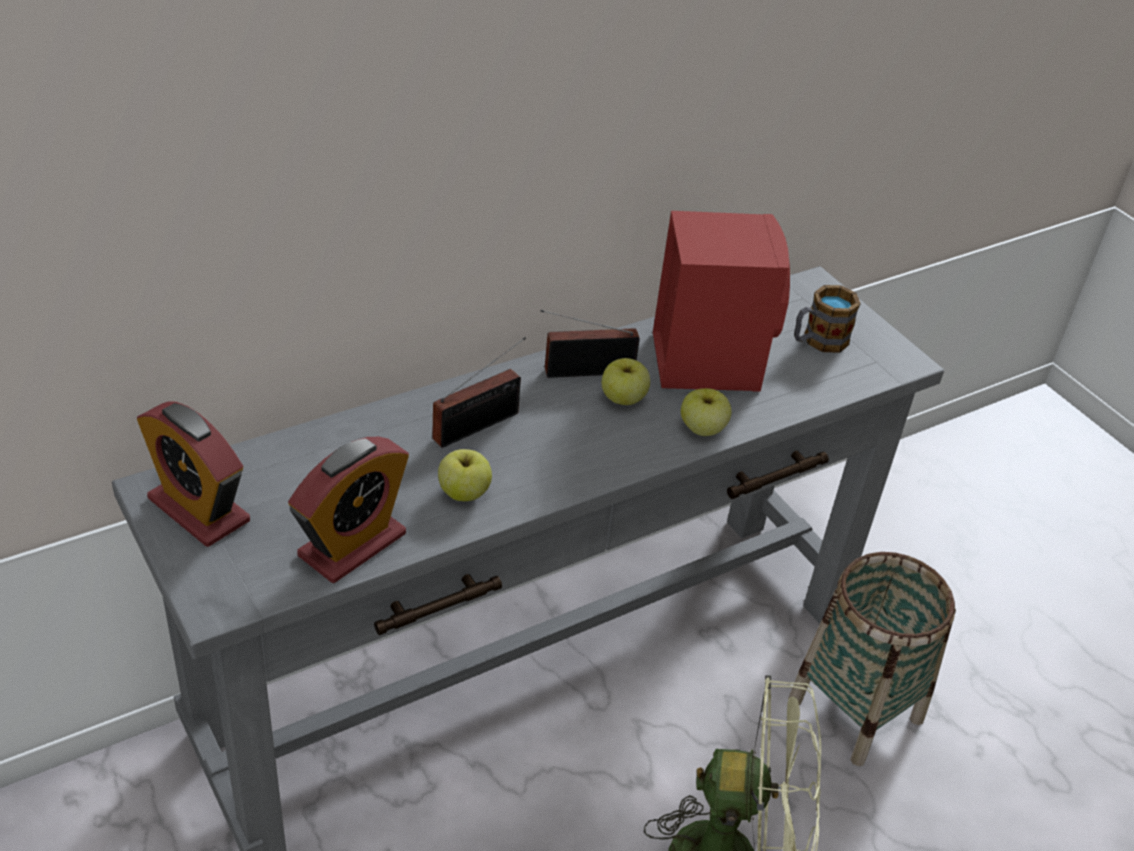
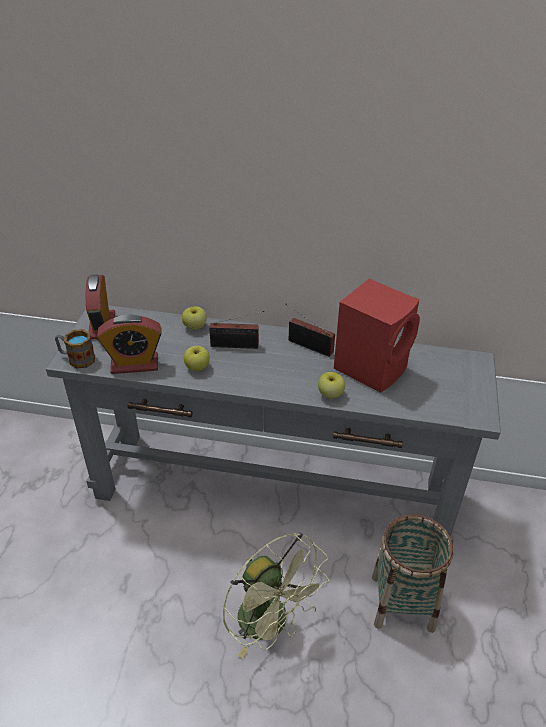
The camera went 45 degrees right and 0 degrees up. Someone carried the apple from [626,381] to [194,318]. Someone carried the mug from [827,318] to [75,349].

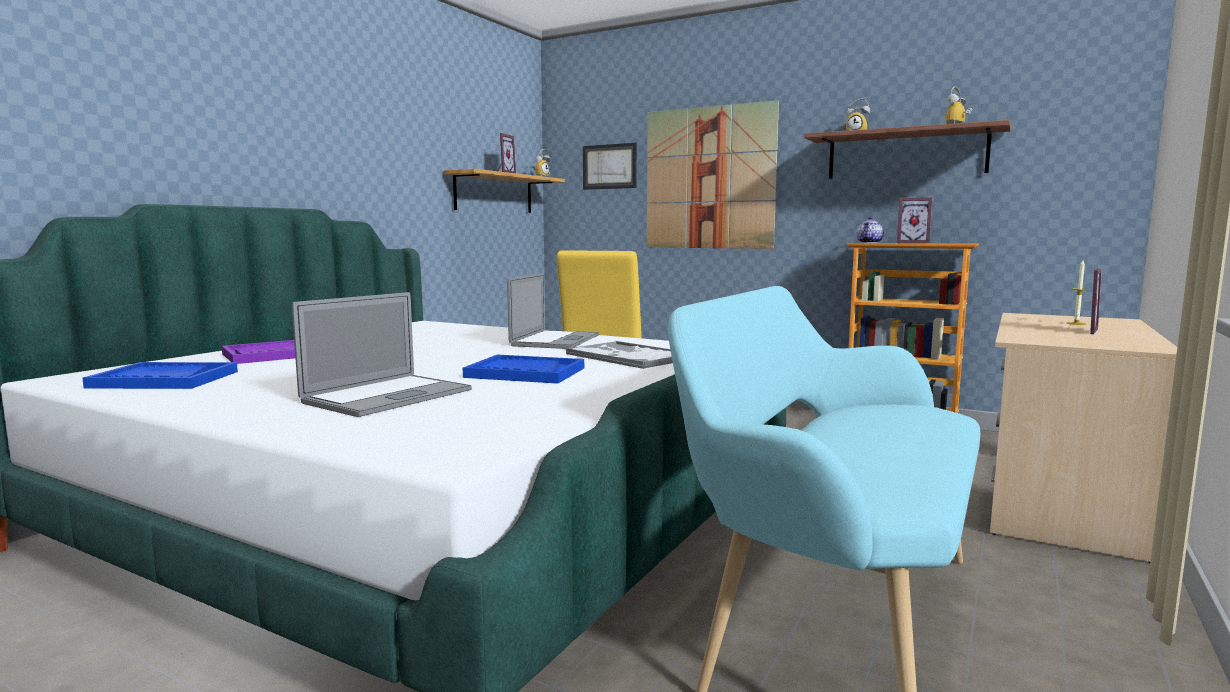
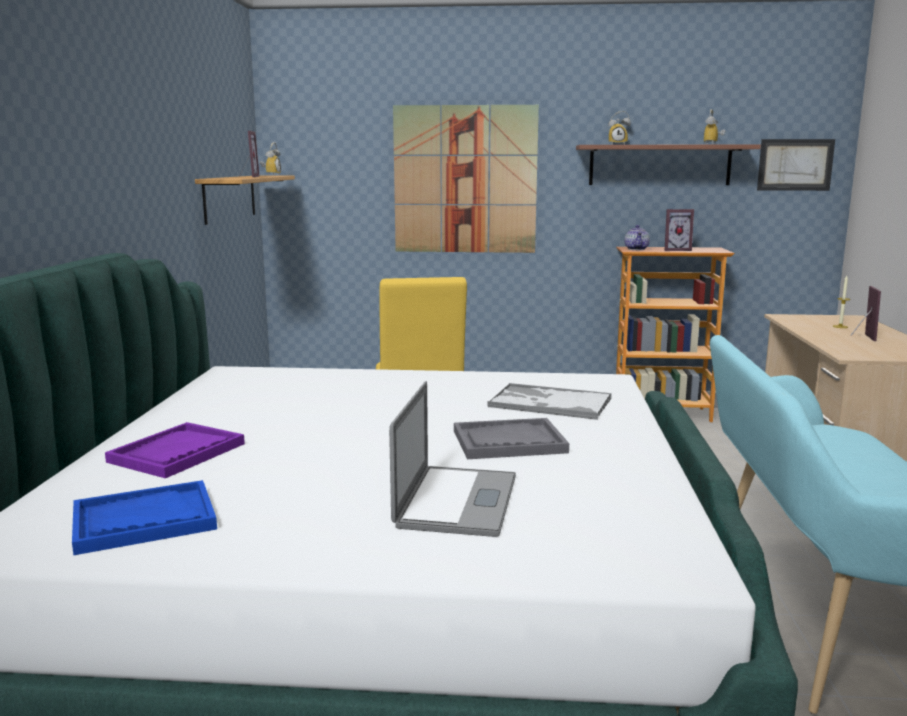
The camera went 25 degrees left and 5 degrees up. Someone took away the laptop at [553,311]. Someone carried the picture from [610,166] to [796,165]. Someone repainted the tray in blue at [523,369], which became the tray in grey at [511,438].

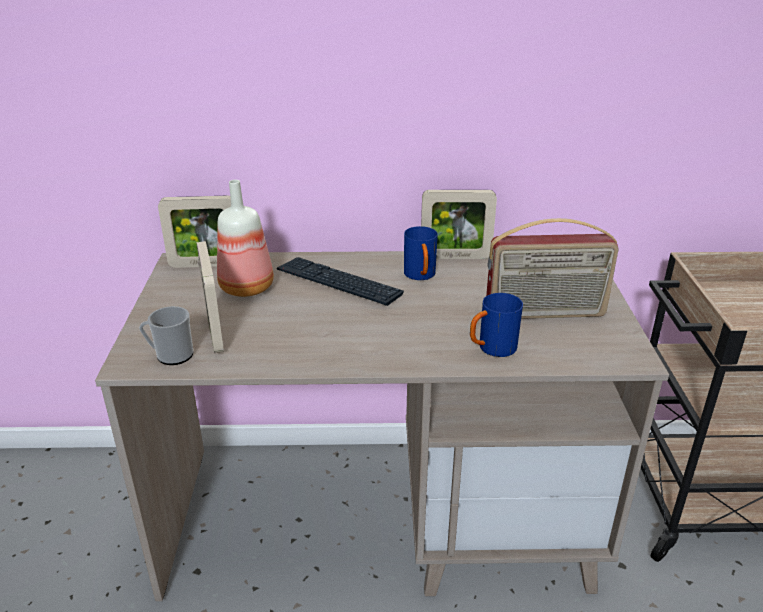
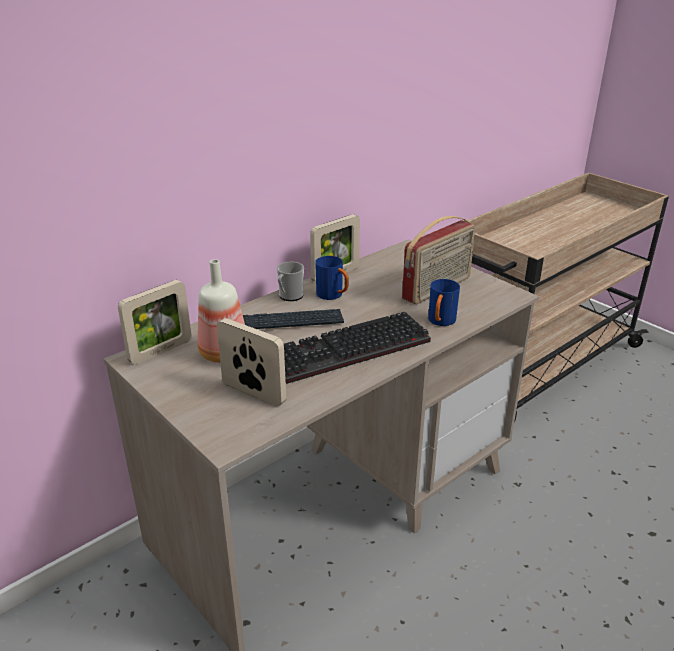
The camera went 40 degrees left and 0 degrees up. Someone put down the keyboard at [357,348]. Someone carried the mug from [166,335] to [290,281].

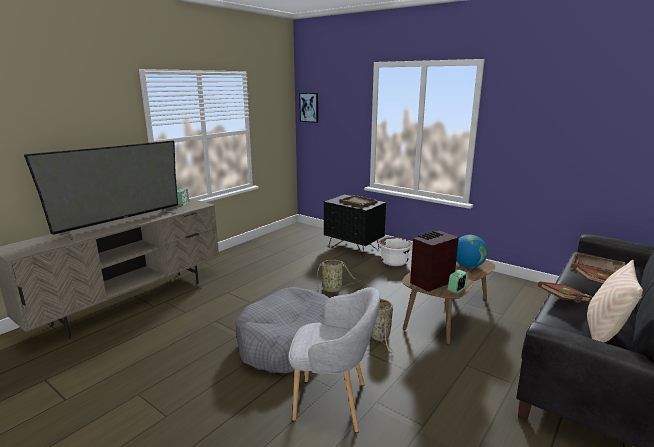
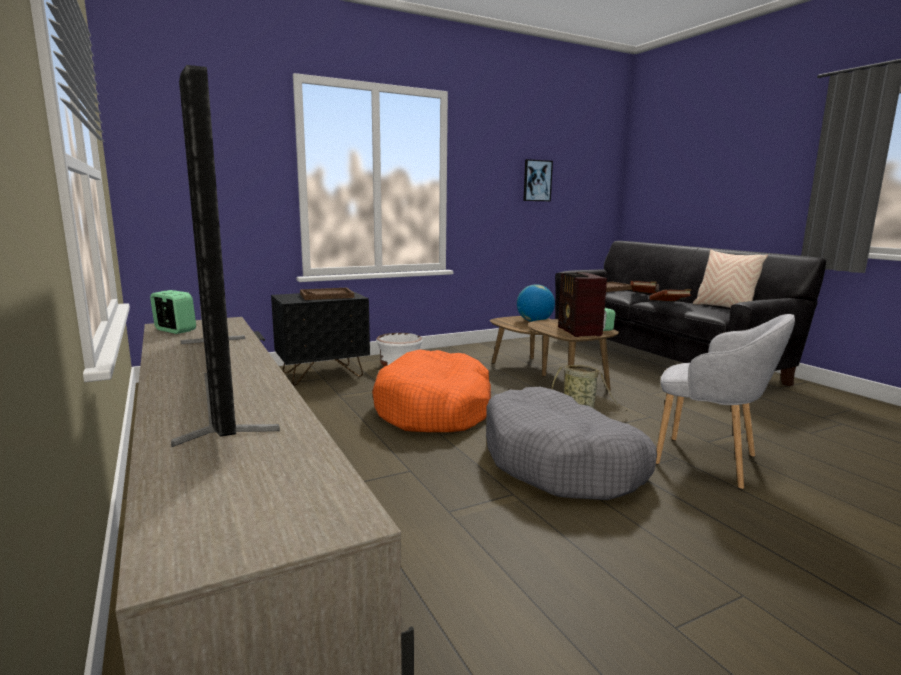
The camera went 65 degrees left and 5 degrees down. Someone carried the picture from [308,108] to [538,180]. Someone swapped the basket at [336,275] for the dog bed in orange at [431,390]. Someone rotated the armchair in grey at [334,360] by 90 degrees clockwise.

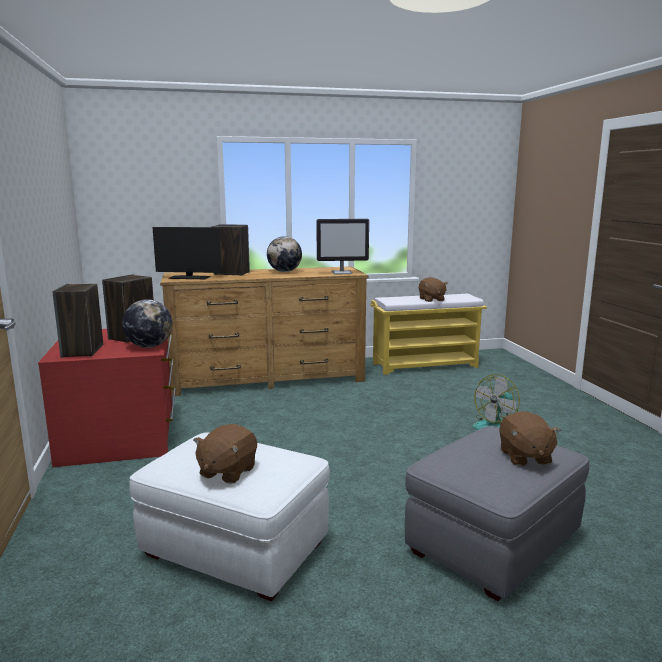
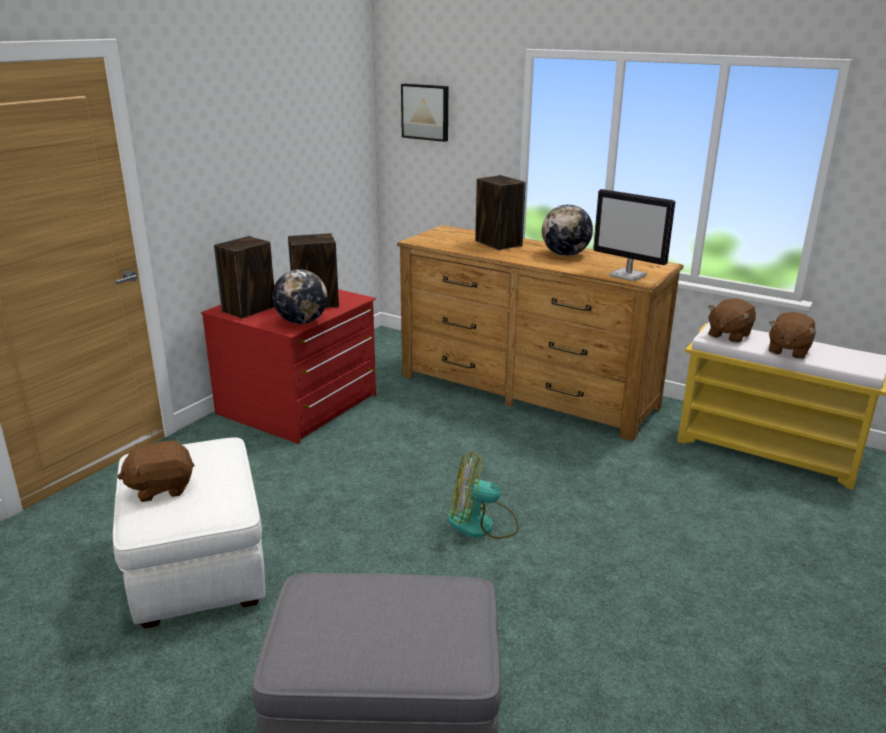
The camera went 45 degrees right and 10 degrees up. Someone took away the monitor at [186,253]. Someone put up the picture at [424,113]. Someone carried the fan from [496,402] to [483,495]. Someone carried the plush toy in brown from [530,438] to [732,320].

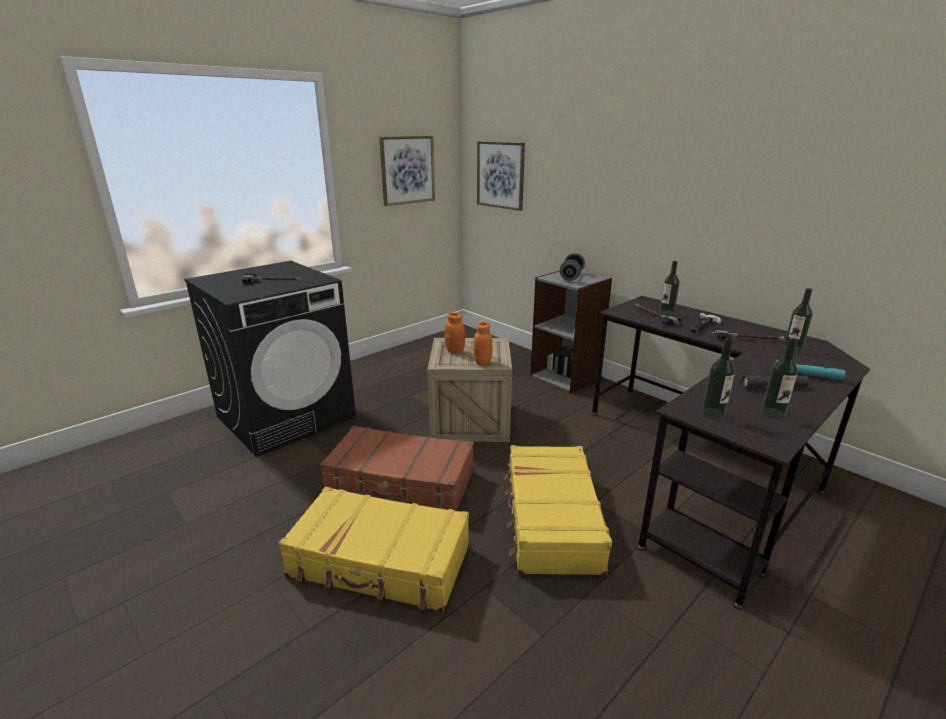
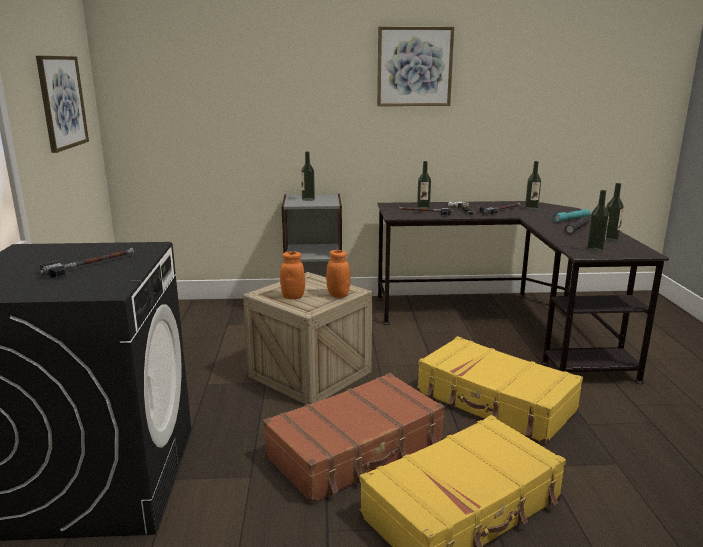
The camera went 50 degrees left and 5 degrees down. Someone carried the picture from [501,176] to [415,66]. Someone swapped the dumbbell in grey at [572,267] for the bottle at [308,176].

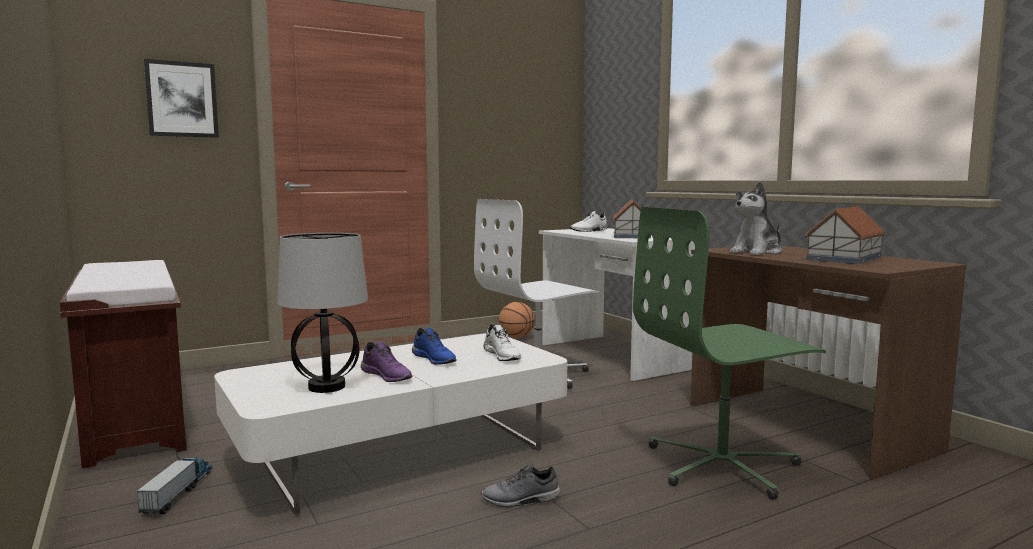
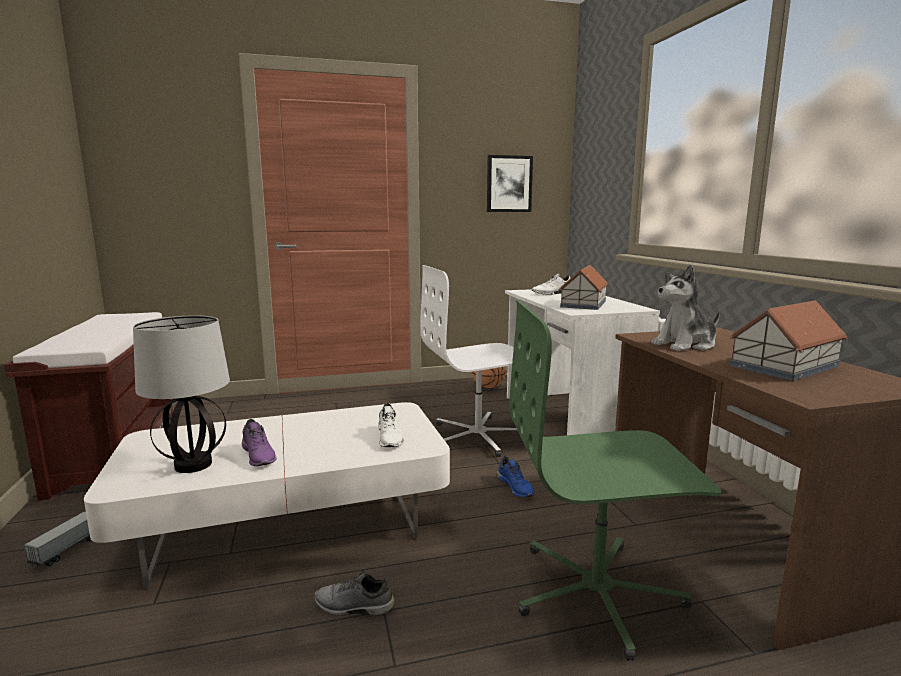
The camera went 15 degrees right and 5 degrees up. Someone carried the picture from [181,98] to [510,183]. Someone carried the shoe in blue from [434,346] to [515,476].

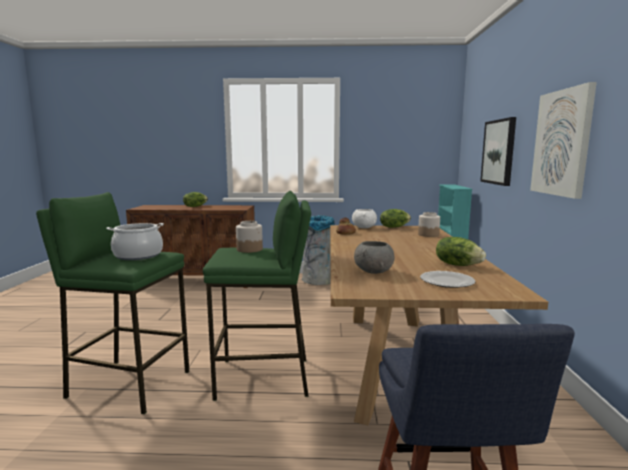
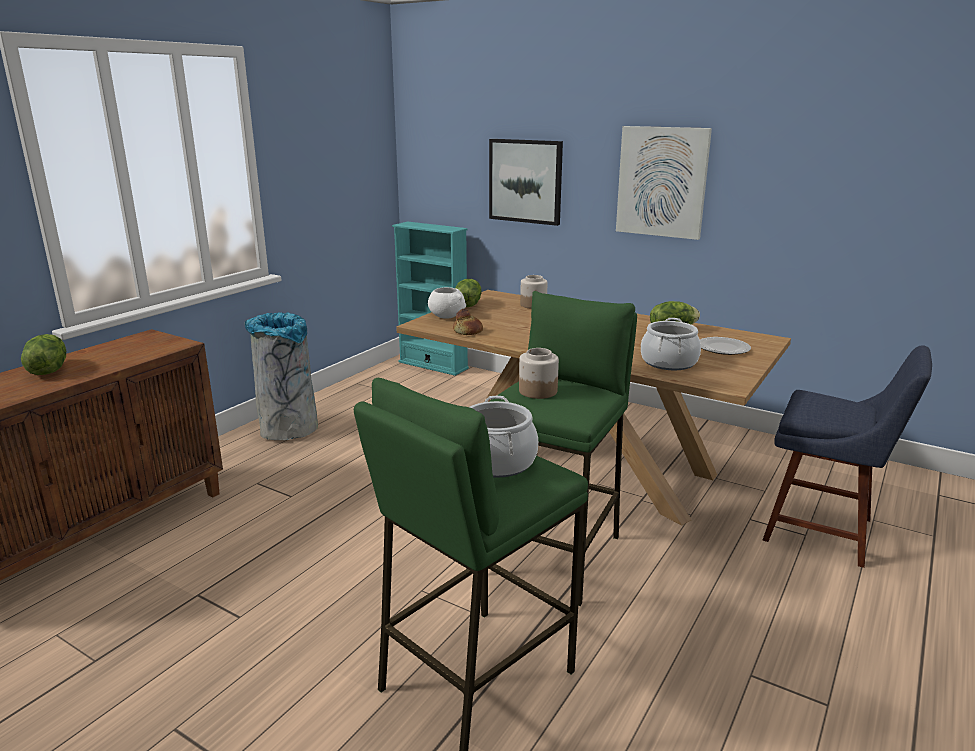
The camera went 60 degrees left and 10 degrees up. Someone swapped the bowl in grey at [374,257] for the cooking pot at [671,344].

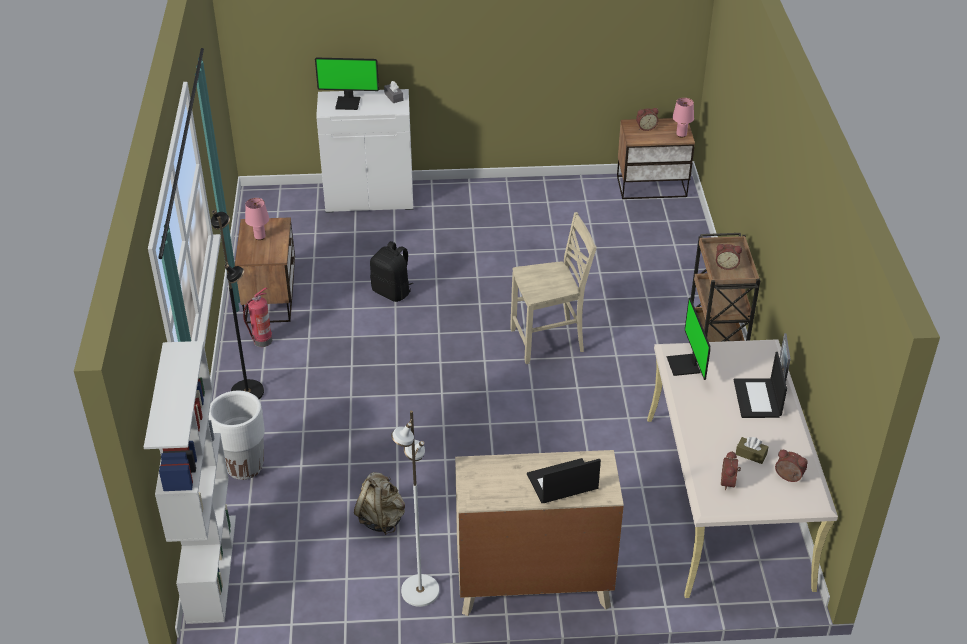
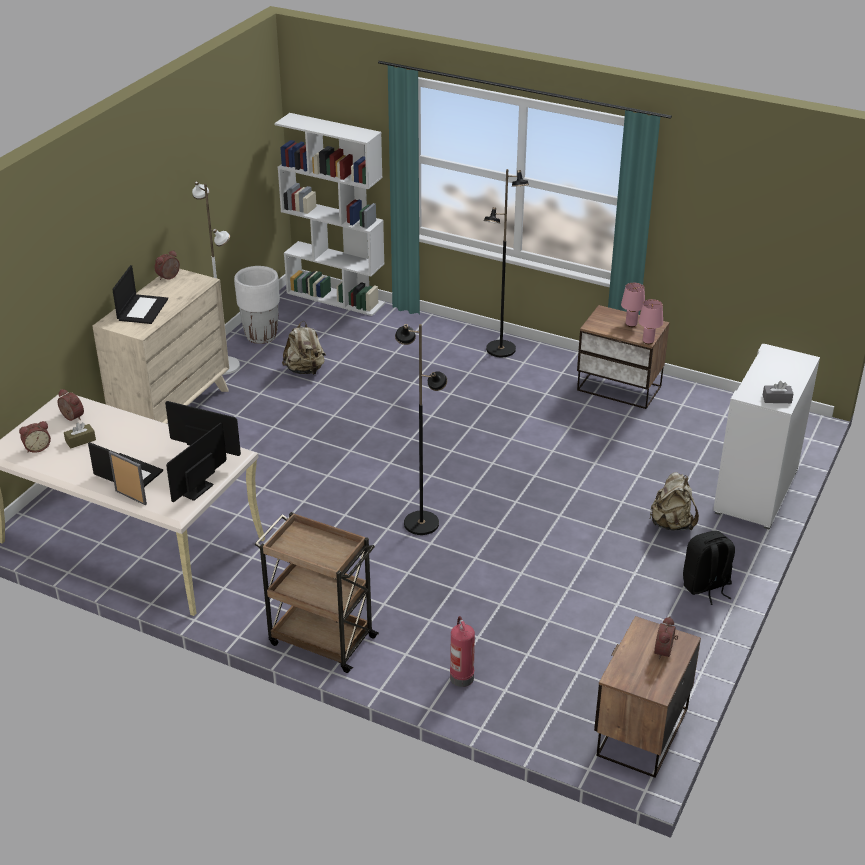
The camera went 120 degrees right and 5 degrees down. Someone put down the backpack in beige at [674,501]. Someone carried the planter in white from [237,435] to [257,305]. Someone carried the fire extinguisher from [257,317] to [462,651]. Someone carried the monitor from [347,84] to [196,462]. Someone carried the backpack in black from [391,271] to [709,568]. Someone carried the table lamp in pink from [683,118] to [651,321]. Someone carried the alarm clock from [729,257] to [167,265]. Someone swapped the chair in beige at [553,288] for the floor lamp in black at [421,429].

